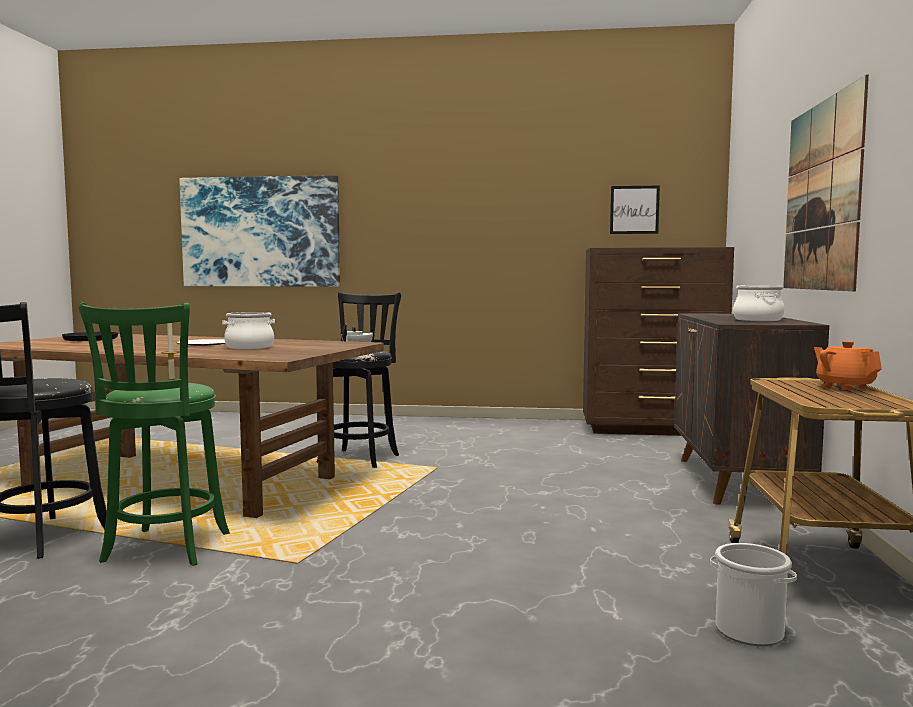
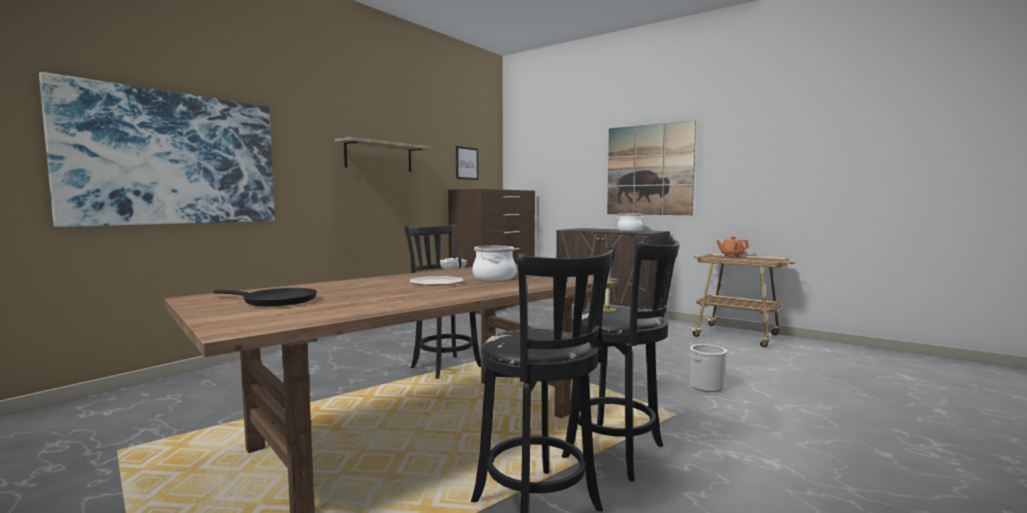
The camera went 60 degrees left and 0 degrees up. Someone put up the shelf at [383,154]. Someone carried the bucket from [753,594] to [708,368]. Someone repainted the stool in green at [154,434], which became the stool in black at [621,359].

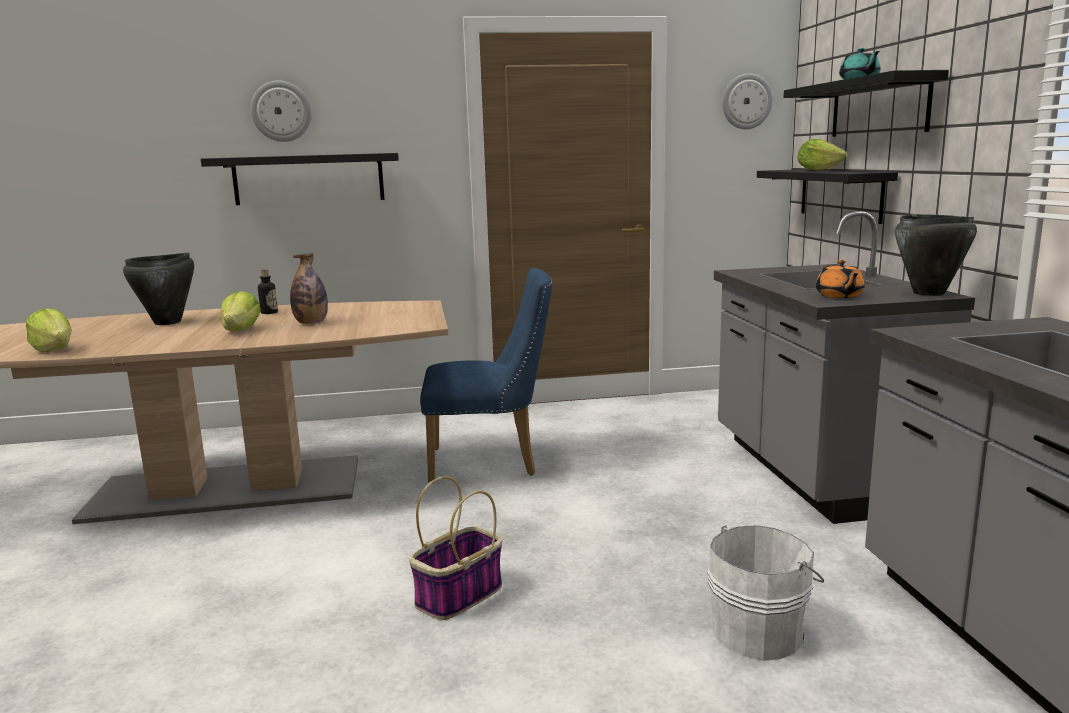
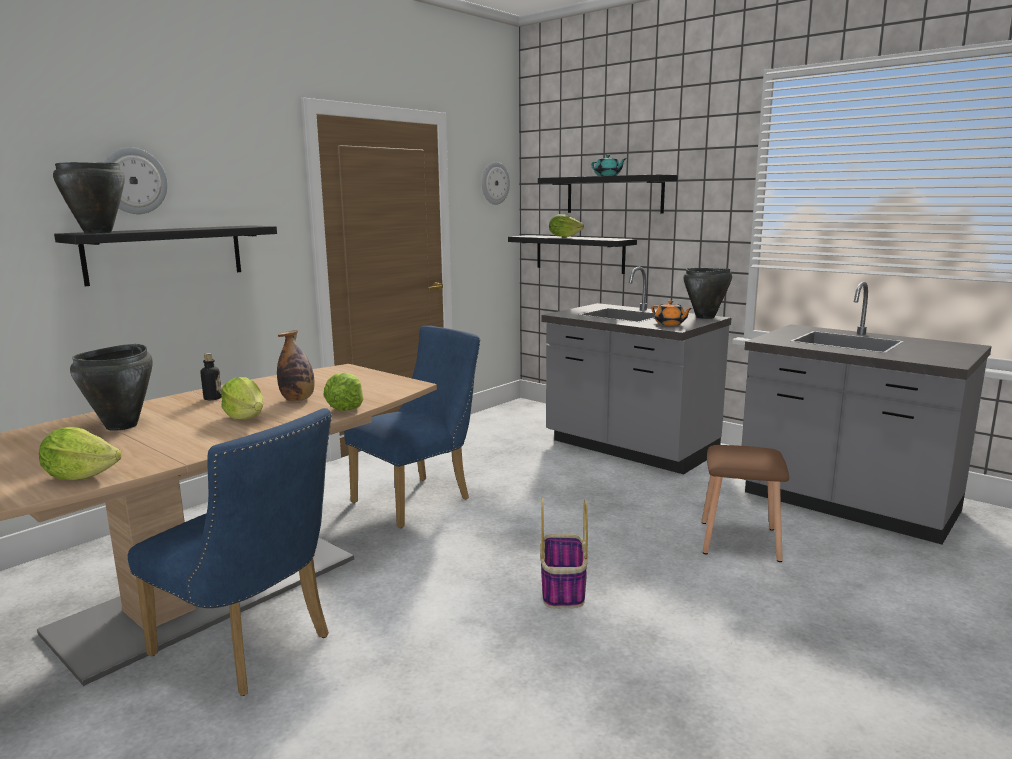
The camera went 40 degrees left and 0 degrees up. Someone put down the cooking pot in black at [89,197]. Someone put down the chair in blue at [230,552]. Someone put down the lettuce at [343,391]. Someone swapped the bucket in white at [765,593] for the stool in brown at [745,503].

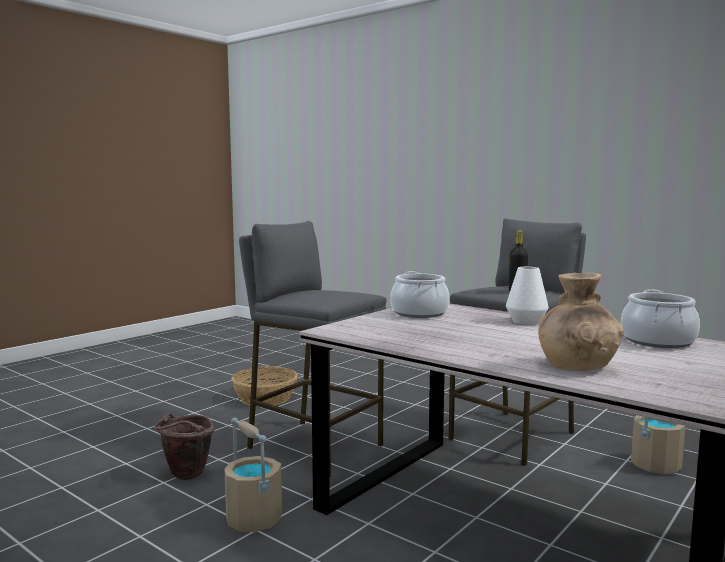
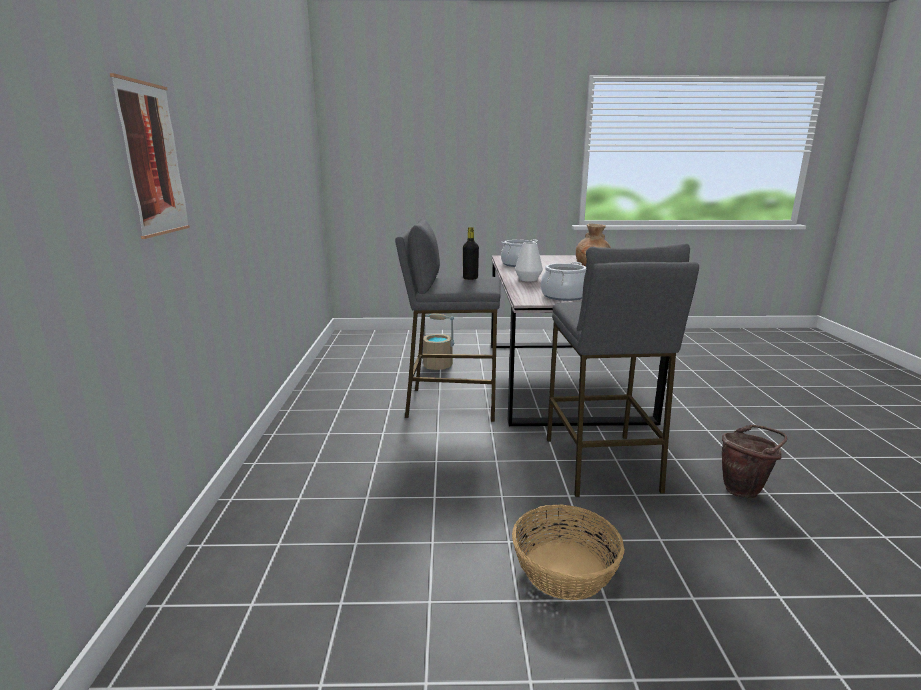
The camera went 130 degrees left and 10 degrees up. Someone took away the bucket in beige at [253,475]. Someone put up the picture at [150,156].

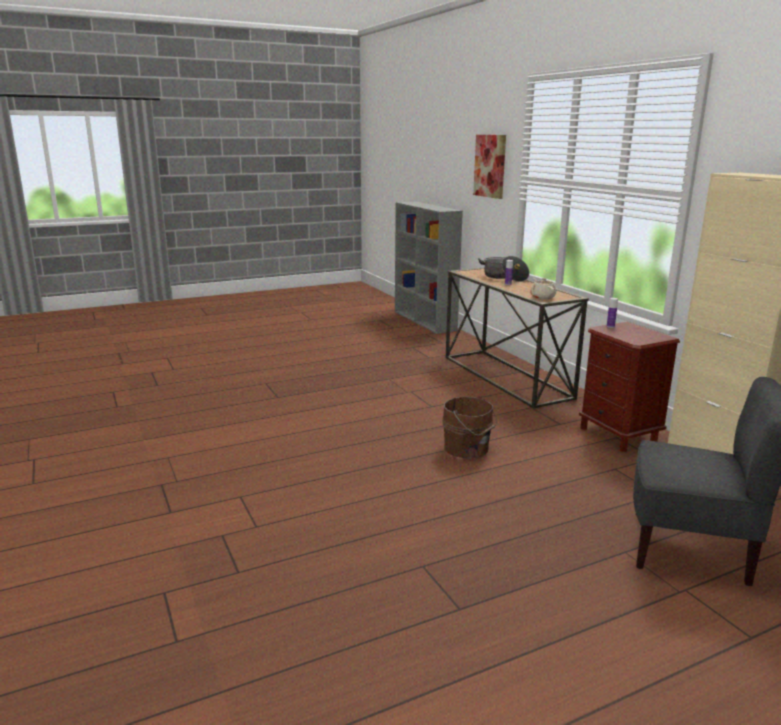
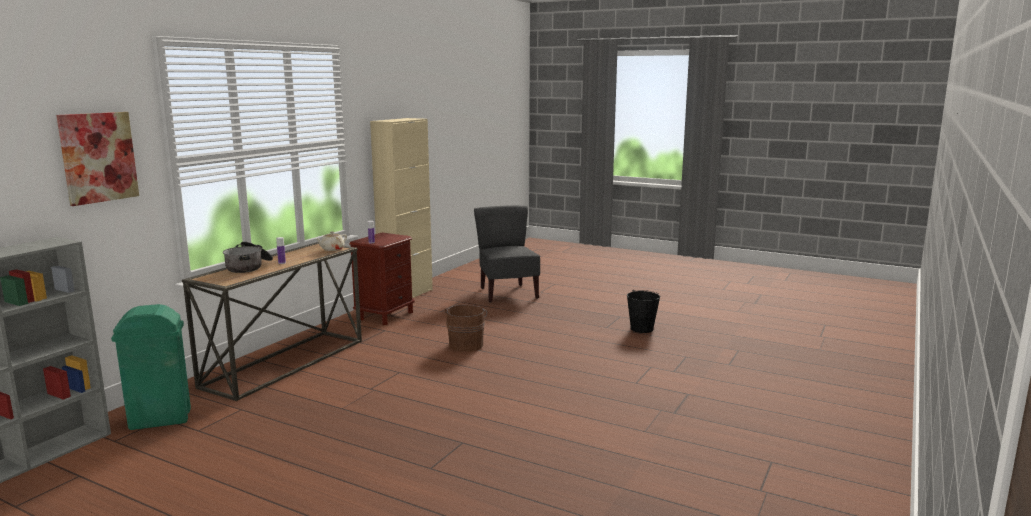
The camera went 125 degrees left and 5 degrees down. Someone put down the trash can in green at [151,367]. Someone put down the bucket in black at [644,311].

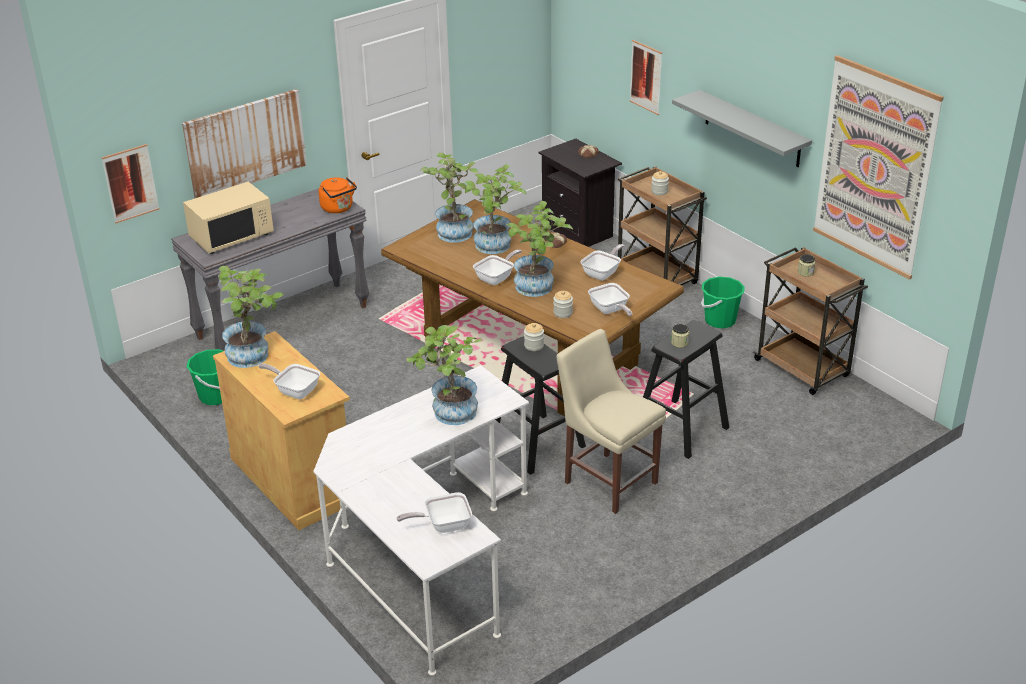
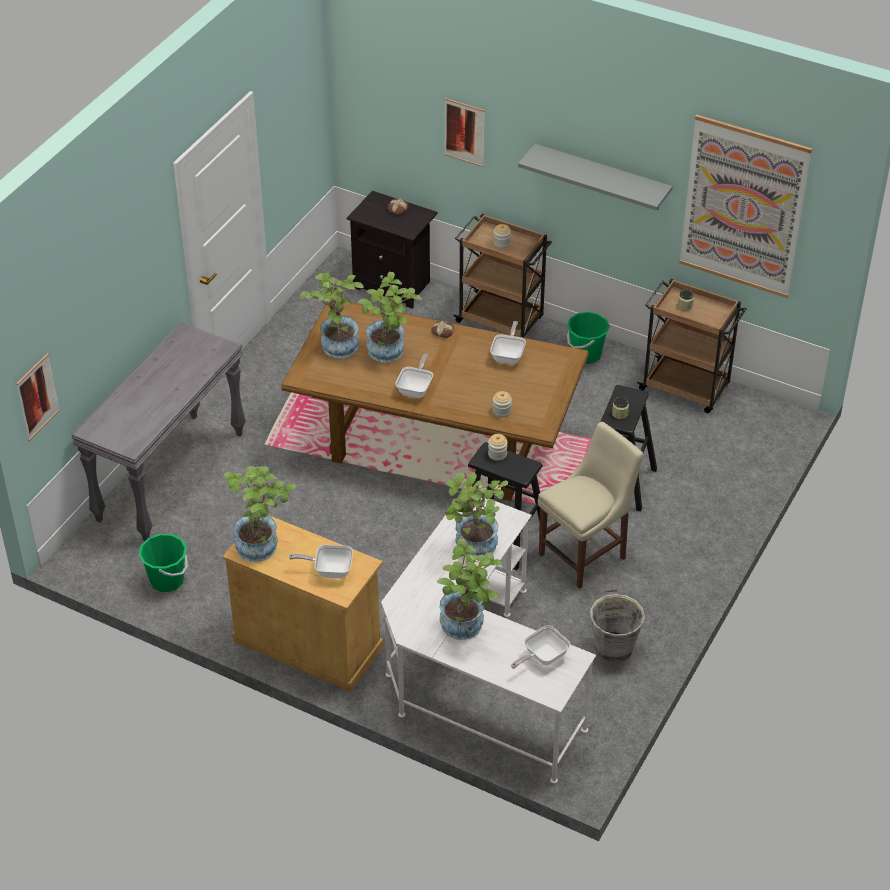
The camera went 25 degrees left and 10 degrees up. Someone took away the picture at [244,143]. Someone took away the microwave in beige at [228,218]. Someone took away the kettle in orange at [338,195]. Someone took away the frying pan at [610,299]. Someone put down the bucket in grey at [616,626]. Someone carried the potted plant from [539,249] to [470,589]. Someone rotated the chair in beige at [611,421] by 120 degrees clockwise.

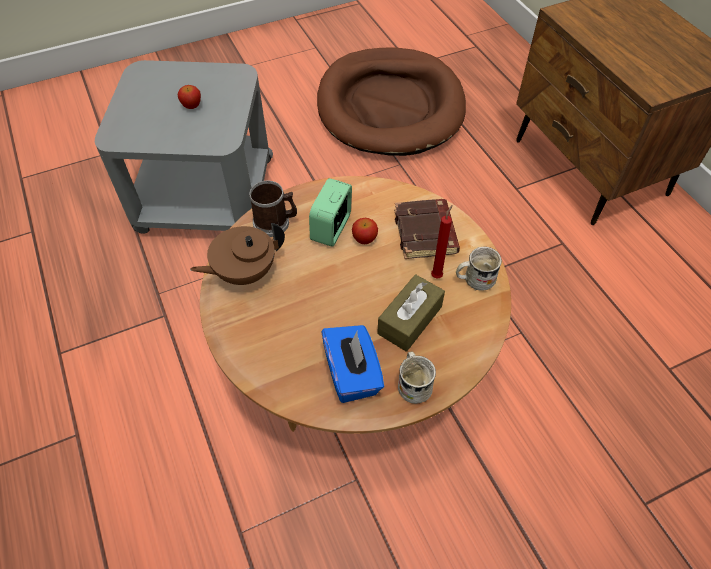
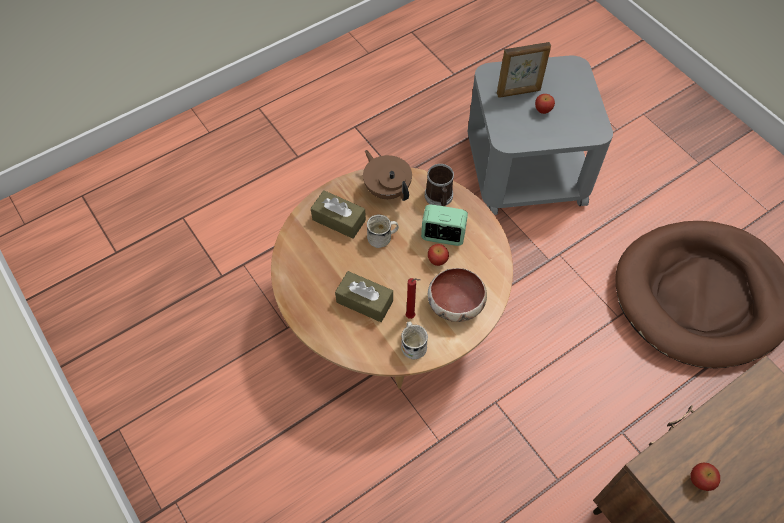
The camera went 80 degrees right and 5 degrees up. Someone took away the tissue box in blue at [352,364]. Someone put down the tissue box in brown at [338,214]. Someone put down the picture frame at [524,70]. Someone put down the apple at [705,477]. Someone carried the mug in white from [417,378] to [383,231]. Someone swapped the book in brown at [427,229] for the bowl at [457,295].

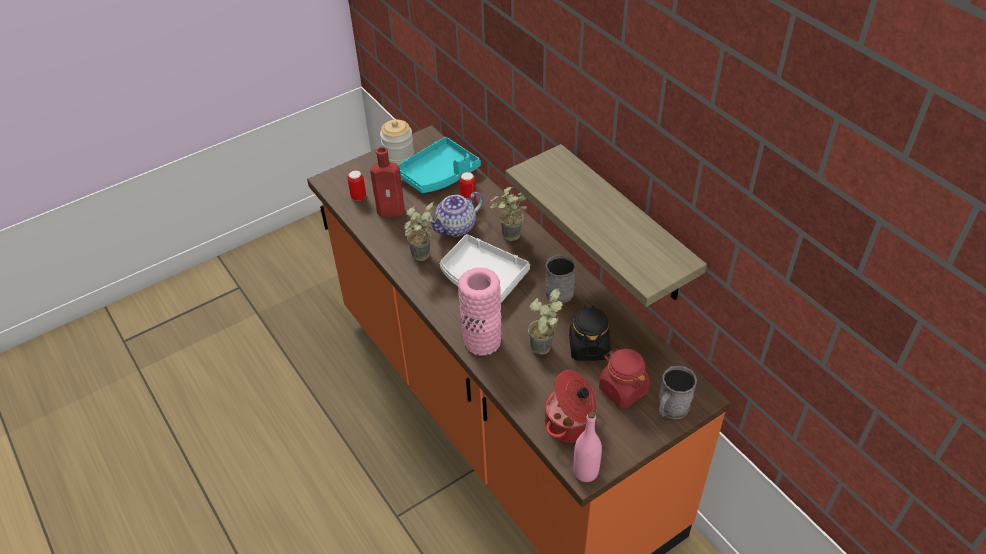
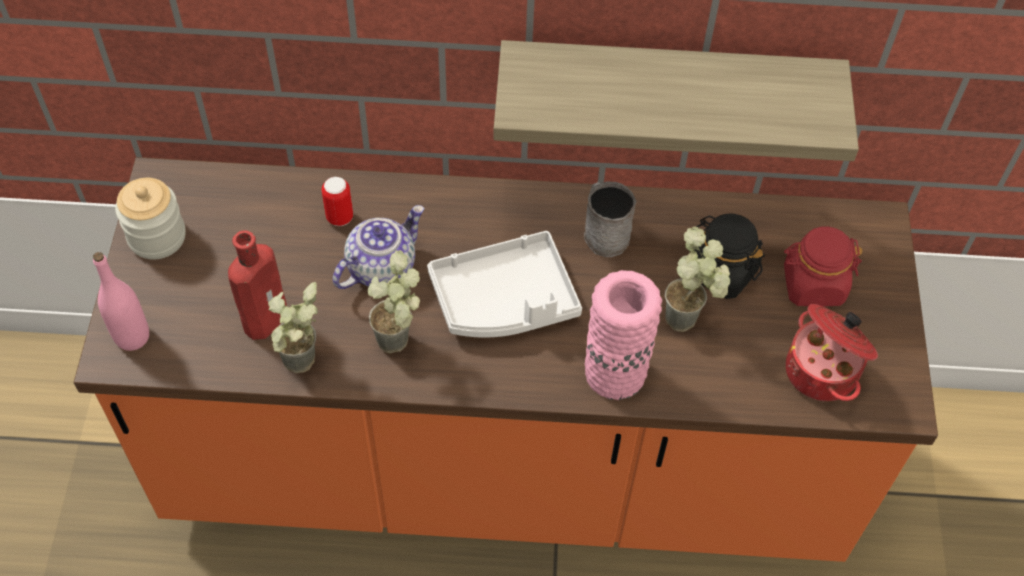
The camera went 55 degrees left and 10 degrees up. Someone took away the can at [356,185]. Someone took away the tray in turquoise at [439,165]. Someone took away the mug in grey at [677,392]. Someone carried the potted plant from [508,214] to [293,327]. Someone carried the bottle in pink from [587,447] to [121,301]. Someone rotated the teapot at [454,214] by 135 degrees counterclockwise.

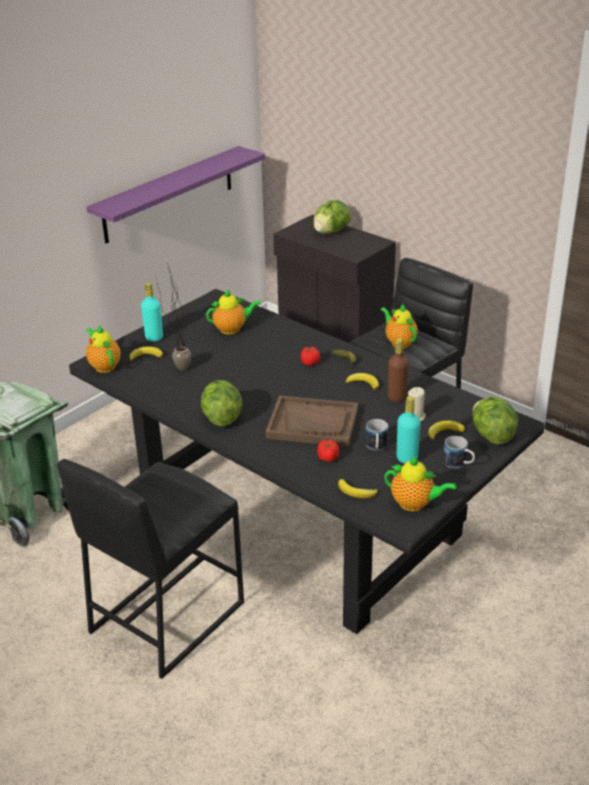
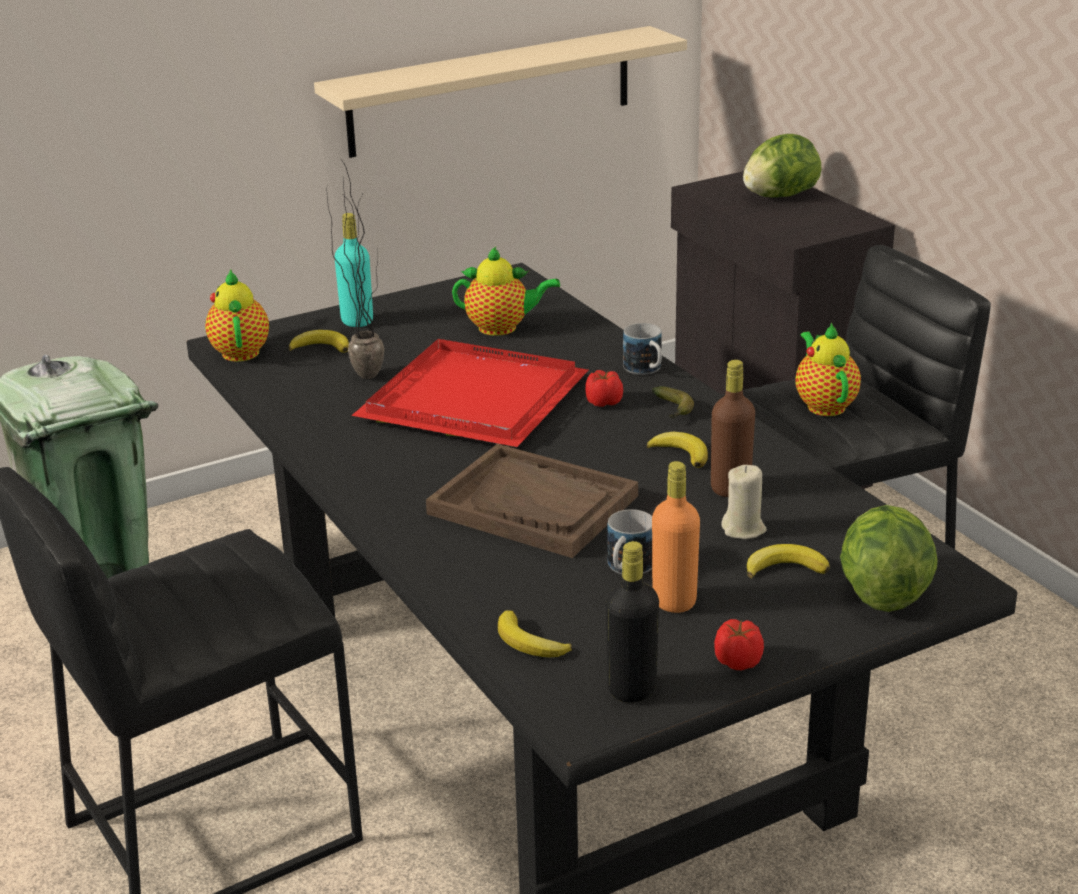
The camera went 20 degrees right and 5 degrees down. Someone took away the lettuce at [222,403]. Someone put down the tray in red at [469,393]. Someone carried the tomato from [328,451] to [739,644]. Someone carried the mug from [459,452] to [642,349]. Someone swapped the teapot at [420,484] for the bottle in black at [632,622]. Someone repainted the shelf in purple at [175,194], which became the shelf in beige at [500,92]. Someone repainted the bottle in turquoise at [409,430], which became the bottle in orange at [676,537].

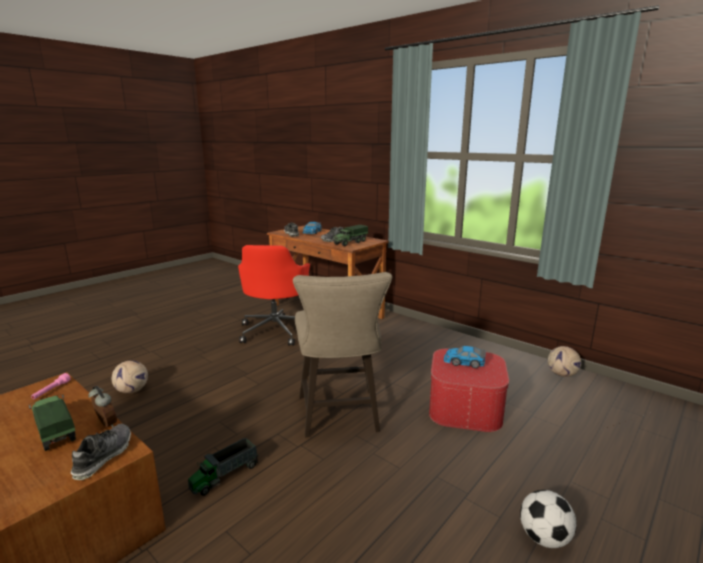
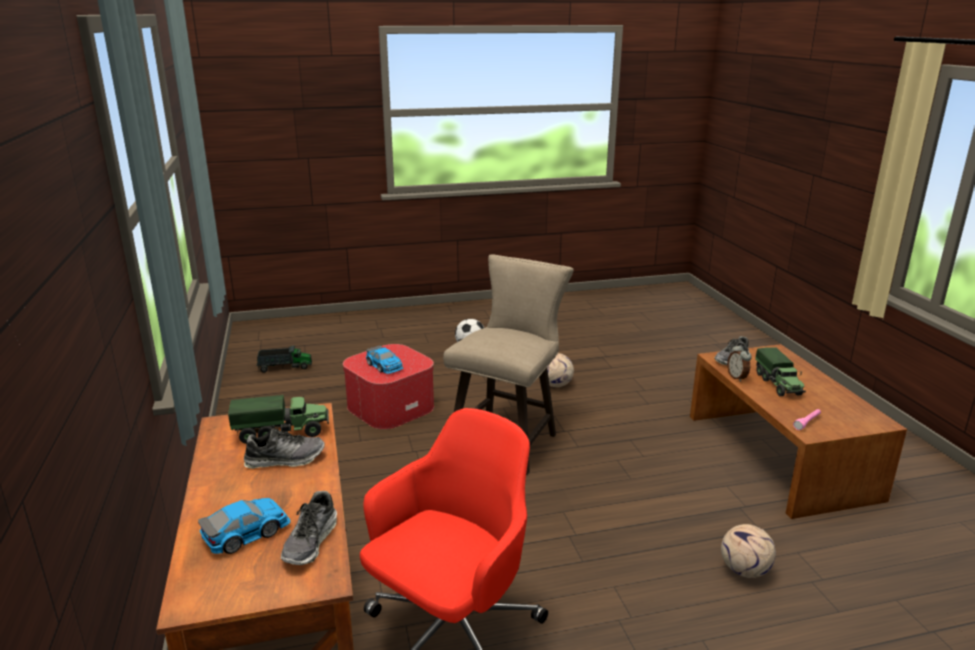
The camera went 145 degrees left and 5 degrees up. Someone carried the toy truck from [223,467] to [284,359]. Someone carried the football from [564,361] to [560,370].

